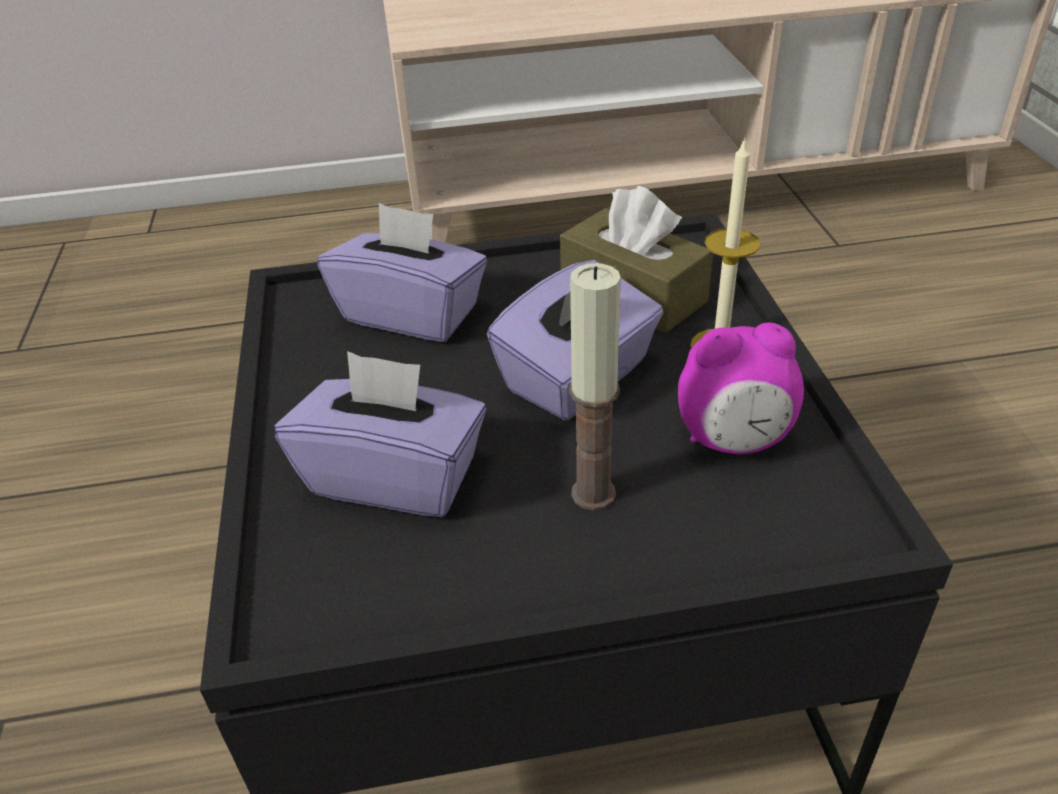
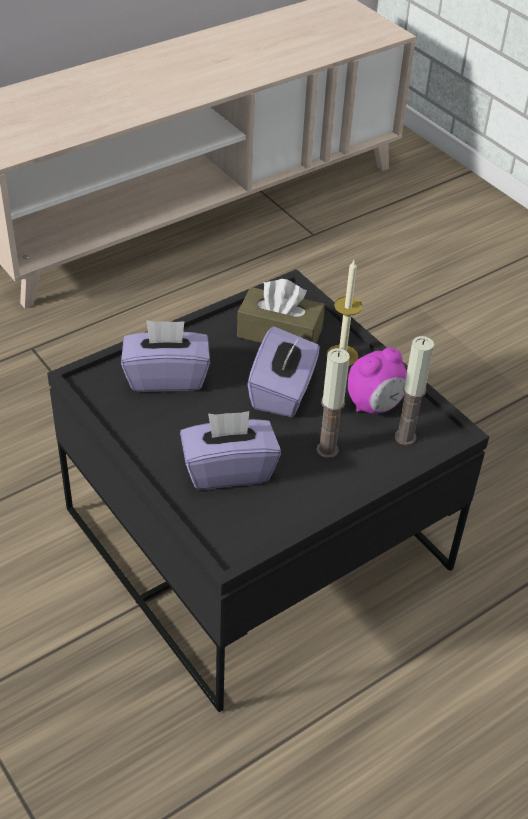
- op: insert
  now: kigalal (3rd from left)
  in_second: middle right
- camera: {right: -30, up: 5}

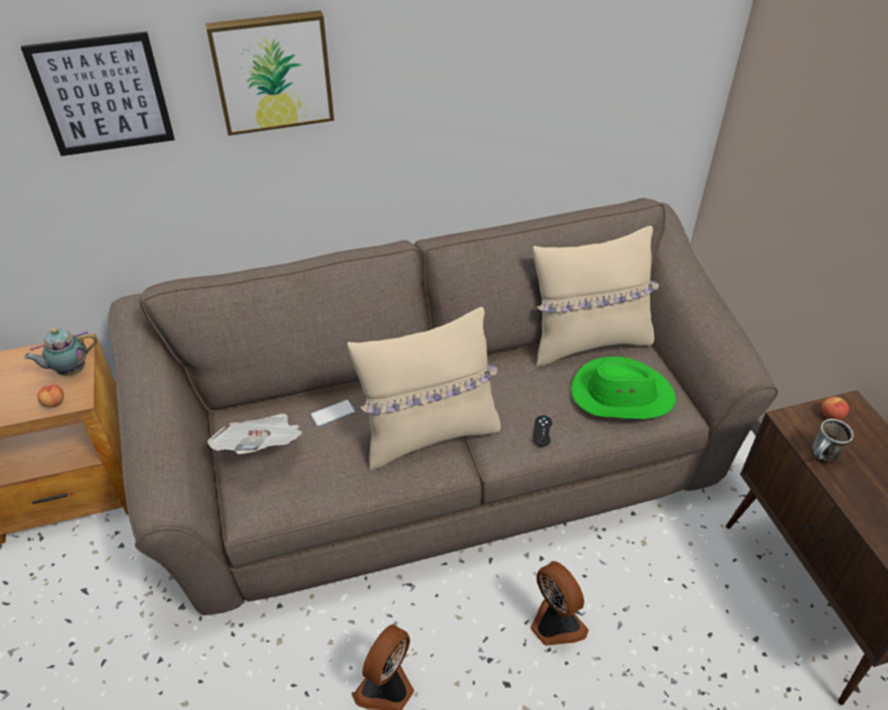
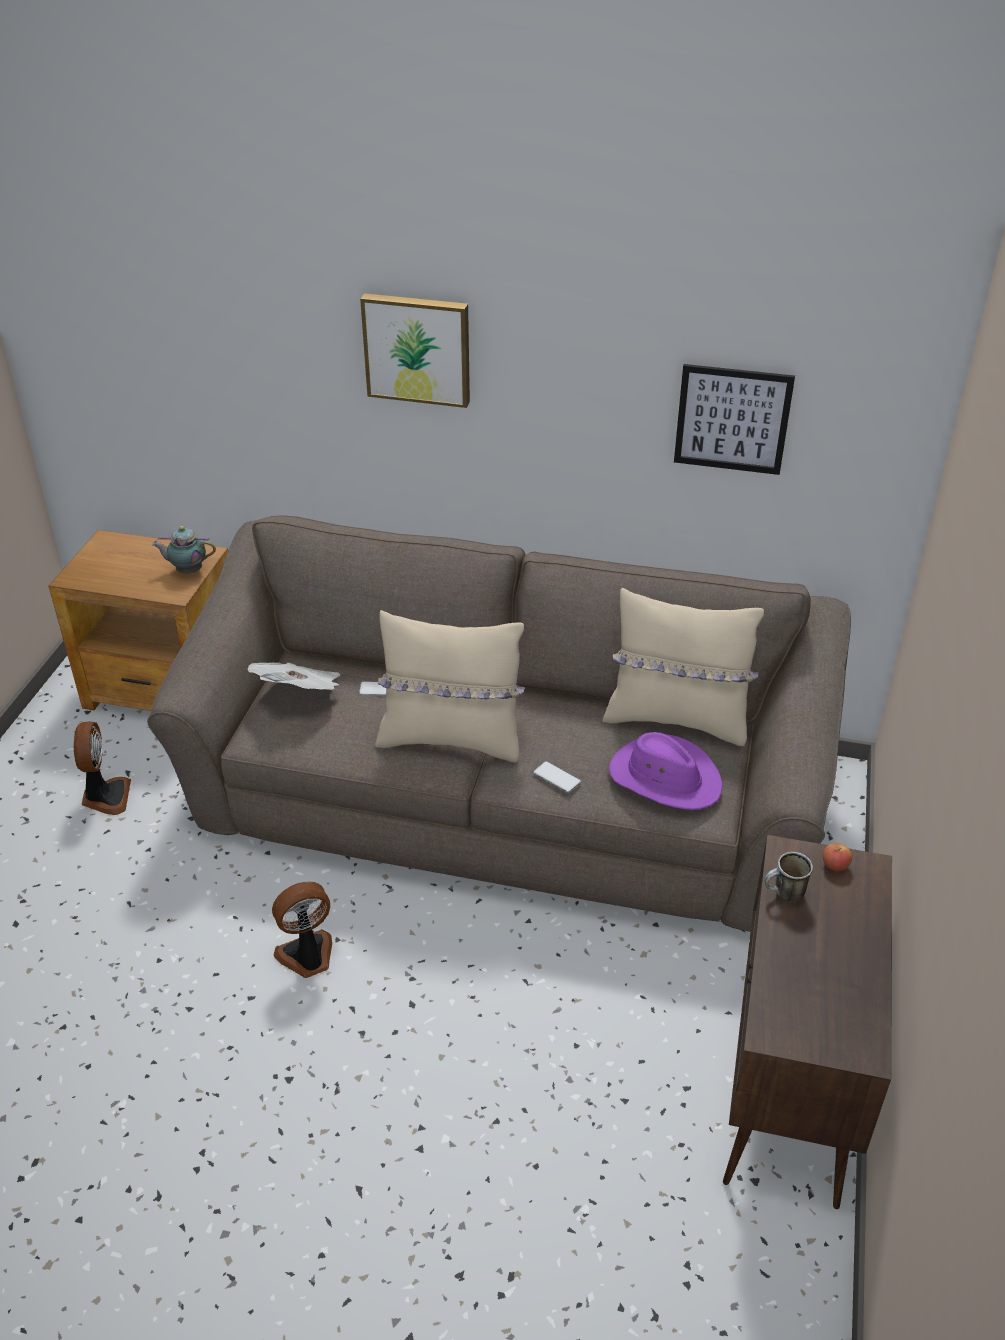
- op: delete
  was: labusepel (1st from left)
  in_first: middle left
- op: move
  was: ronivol (1st from left in the first image)
  now: ronivol (2nd from left)
  in_first: top left
  in_second: top right
- op: move
  was: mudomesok (2nd from left in the first image)
  now: mudomesok (1st from left)
  in_first: bottom centre
  in_second: middle left
- op: replace
  was: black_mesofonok
  now: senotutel (2nd from left)
  in_first: centre
  in_second: centre
- op: recolor
  was: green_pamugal
  now: purple_pamugal
  in_first: middle right
  in_second: centre
- camera: {right: 30, up: -5}

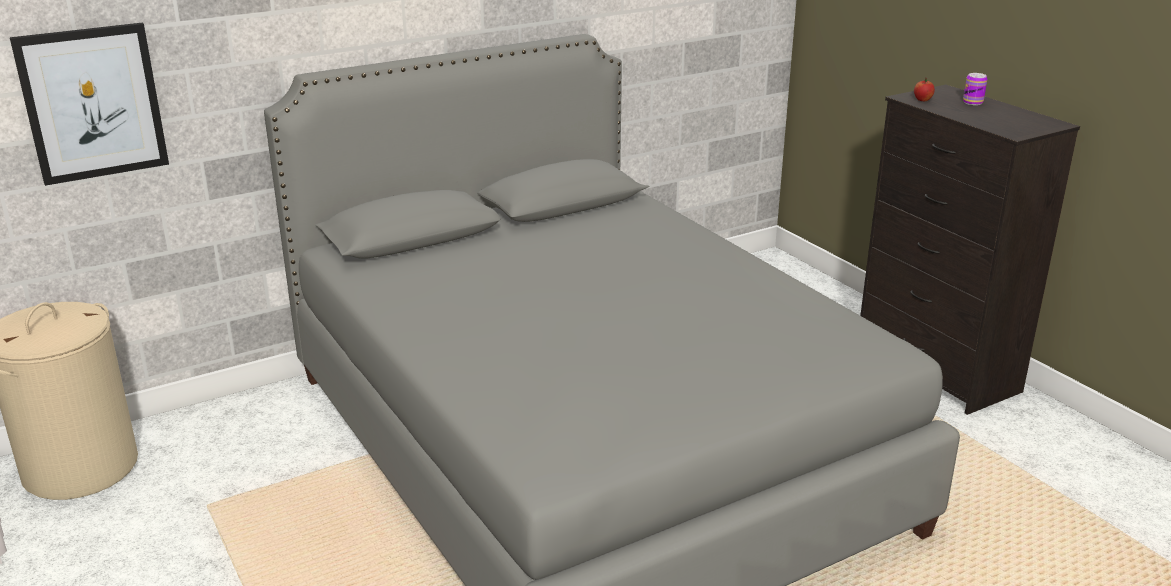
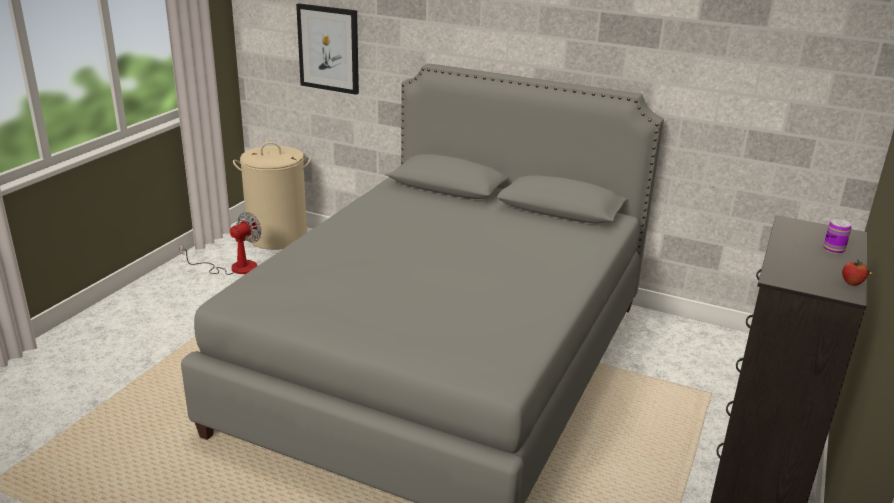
- op: insert
  now: mudomesok
  in_second: middle left
- op: move
  was: labusepel
  in_first: top right
  in_second: middle right
- camera: {right: 55, up: 0}

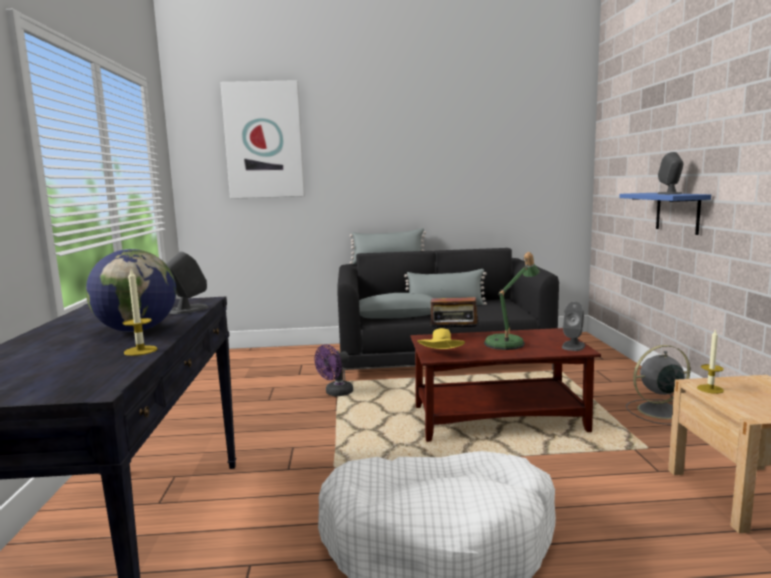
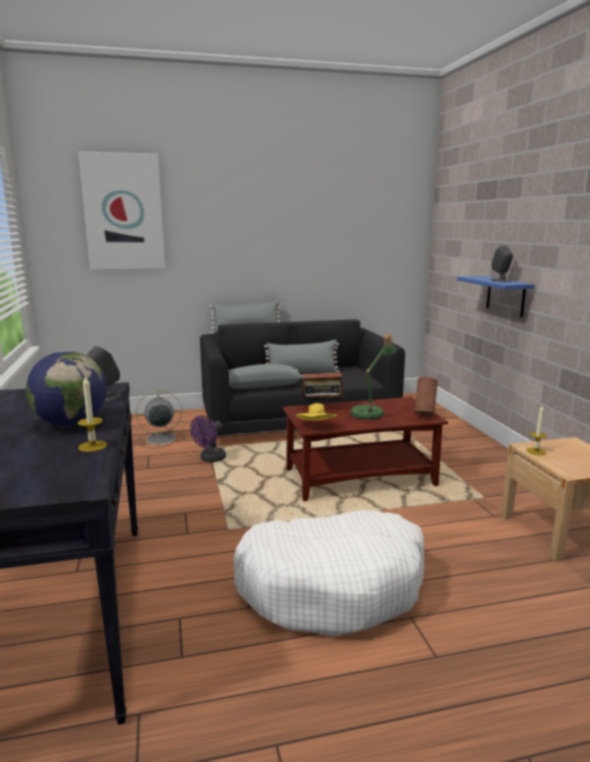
- op: move
  was: grey_mudomesok
  in_first: middle right
  in_second: middle left
- op: replace
  was: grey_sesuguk (2nd from left)
  now: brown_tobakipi
  in_first: middle right
  in_second: middle right
- camera: {right: -10, up: 5}

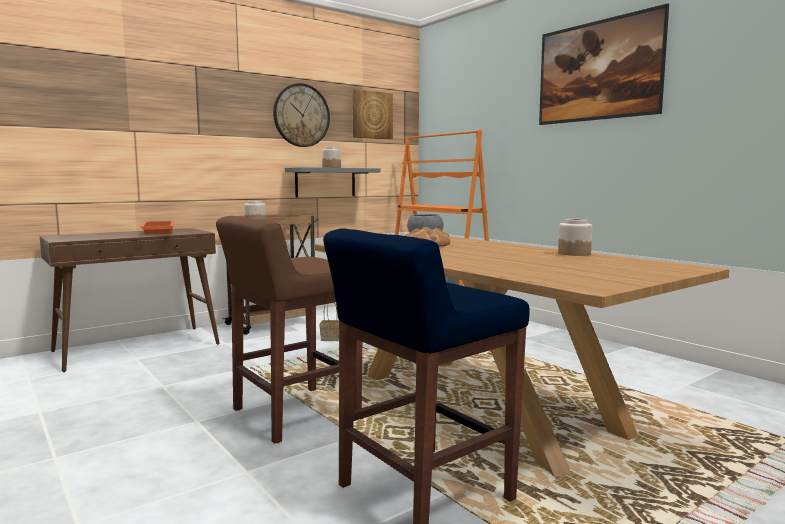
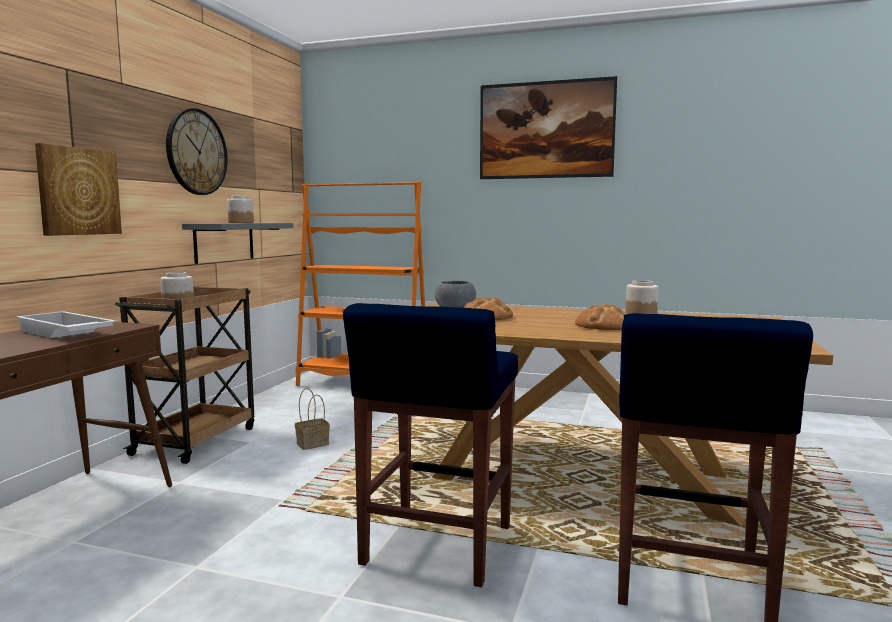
- op: insert
  now: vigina (2nd from left)
  in_second: middle right
- op: move
  was: ronivol (1st from left)
  in_first: top centre
  in_second: top left
- op: recolor
  was: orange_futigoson
  now: white_futigoson
  in_first: middle left
  in_second: middle left
- op: recolor
  was: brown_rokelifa
  now: blue_rokelifa (1st from left)
  in_first: centre
  in_second: bottom centre
- camera: {right: -35, up: 0}

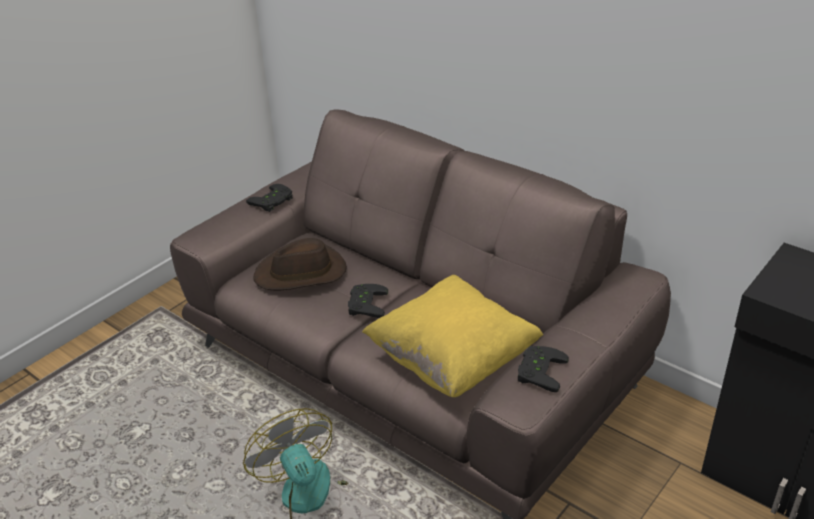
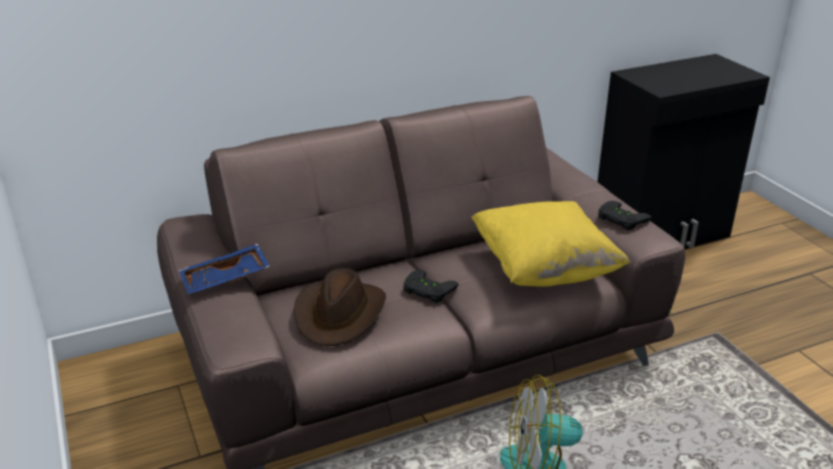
- op: replace
  was: black_mesofonok (1st from left)
  now: blue_futigoson
  in_first: middle left
  in_second: middle left
- camera: {right: -65, up: -5}

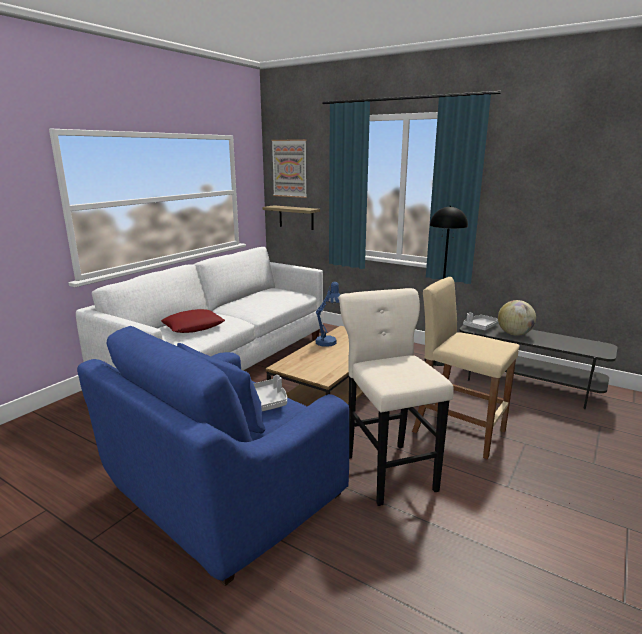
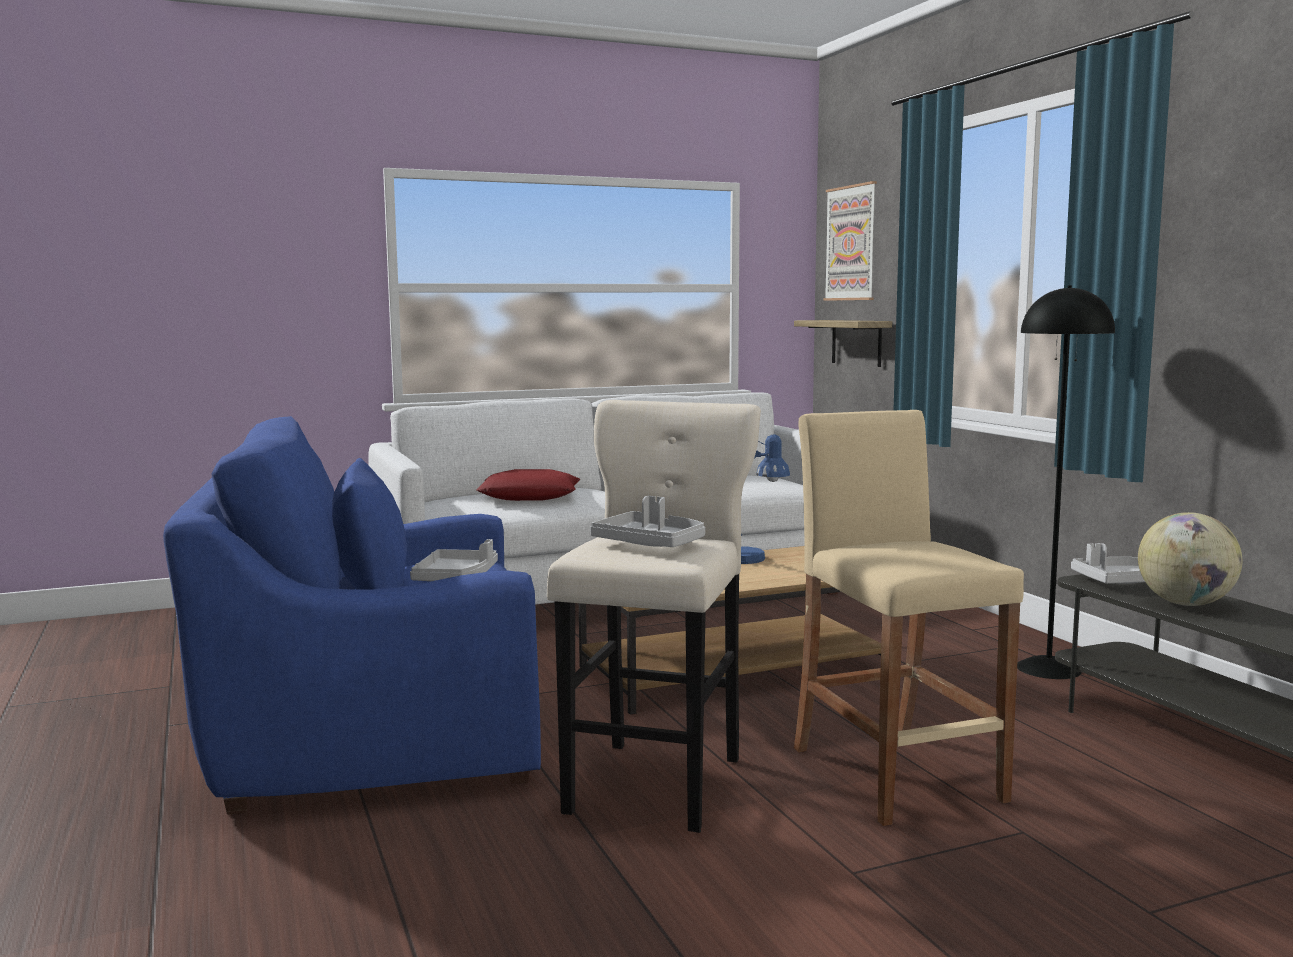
- op: insert
  now: grey_futigoson (2nd from left)
  in_second: centre
- camera: {right: 35, up: -10}

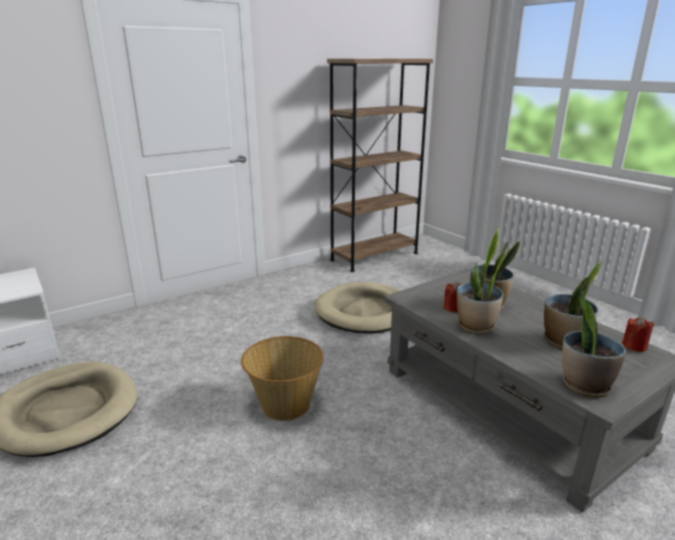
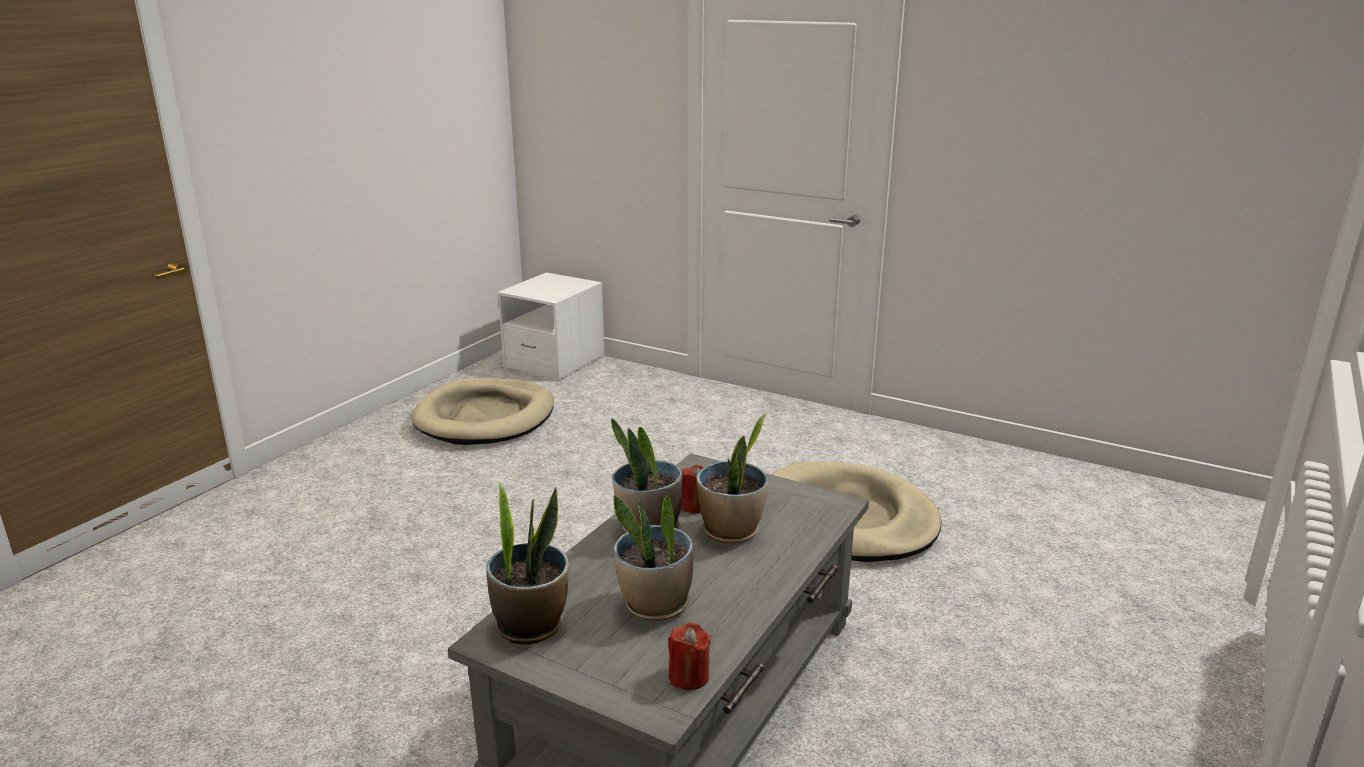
- op: delete
  was: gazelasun
  in_first: bottom centre
- op: delete
  was: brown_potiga
  in_first: top centre
- camera: {right: 65, up: 0}

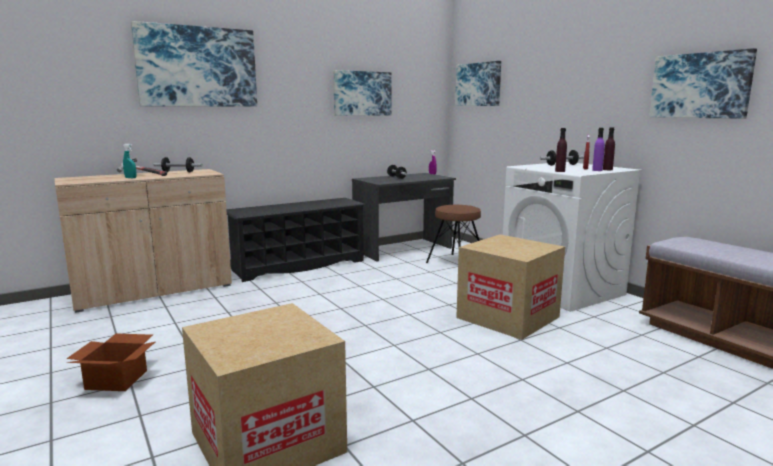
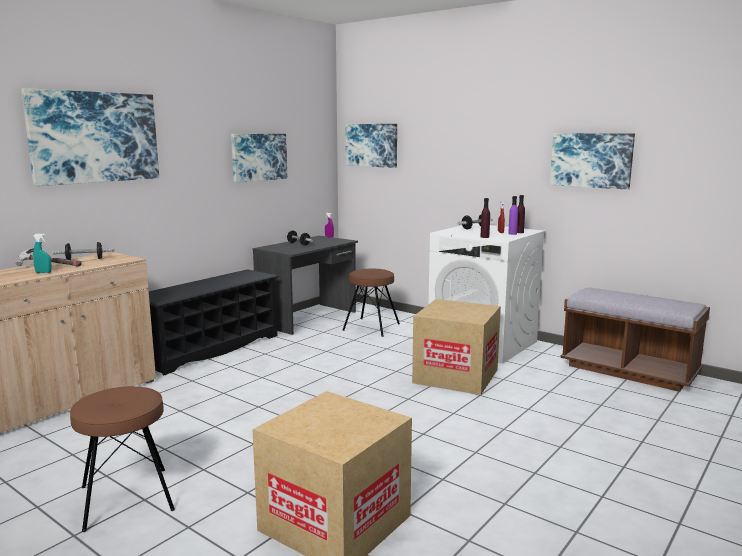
- op: replace
  was: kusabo (1st from left)
  now: brown_rokelifa (1st from left)
  in_first: bottom left
  in_second: bottom left
- camera: {right: -20, up: 0}

